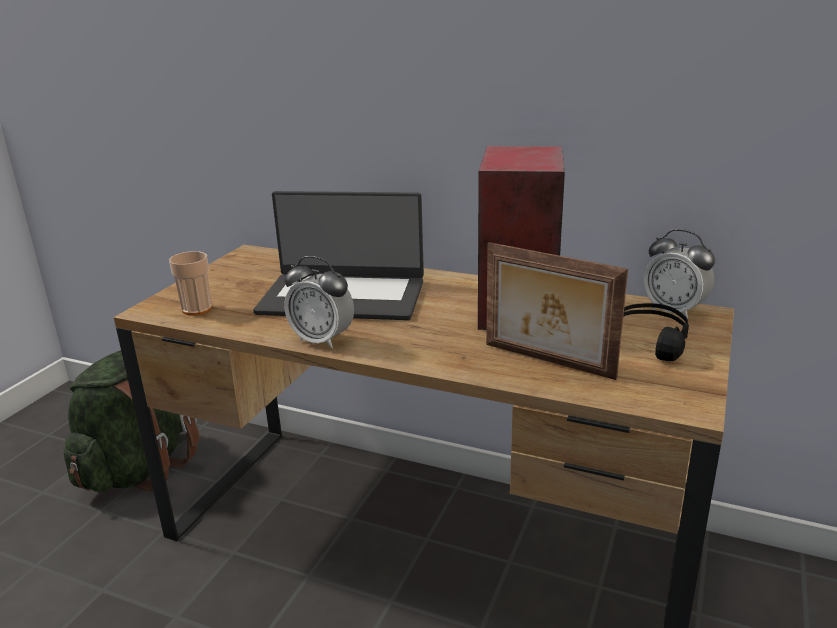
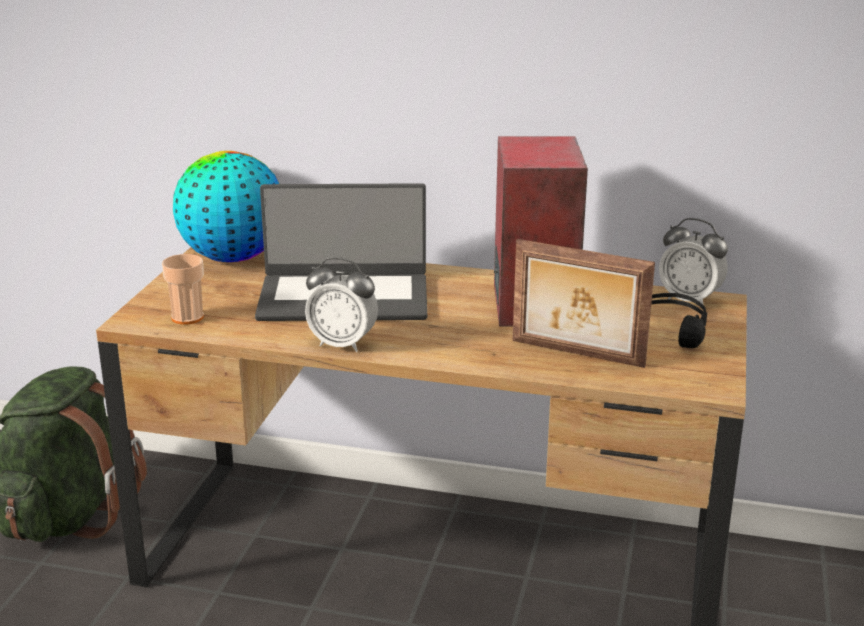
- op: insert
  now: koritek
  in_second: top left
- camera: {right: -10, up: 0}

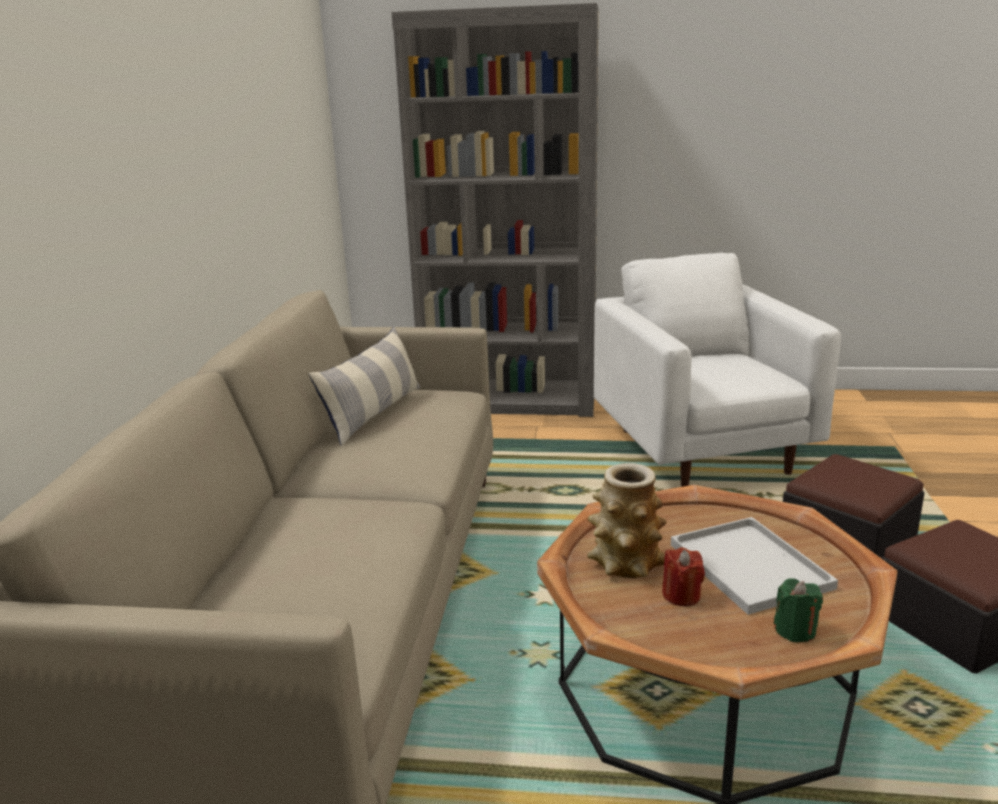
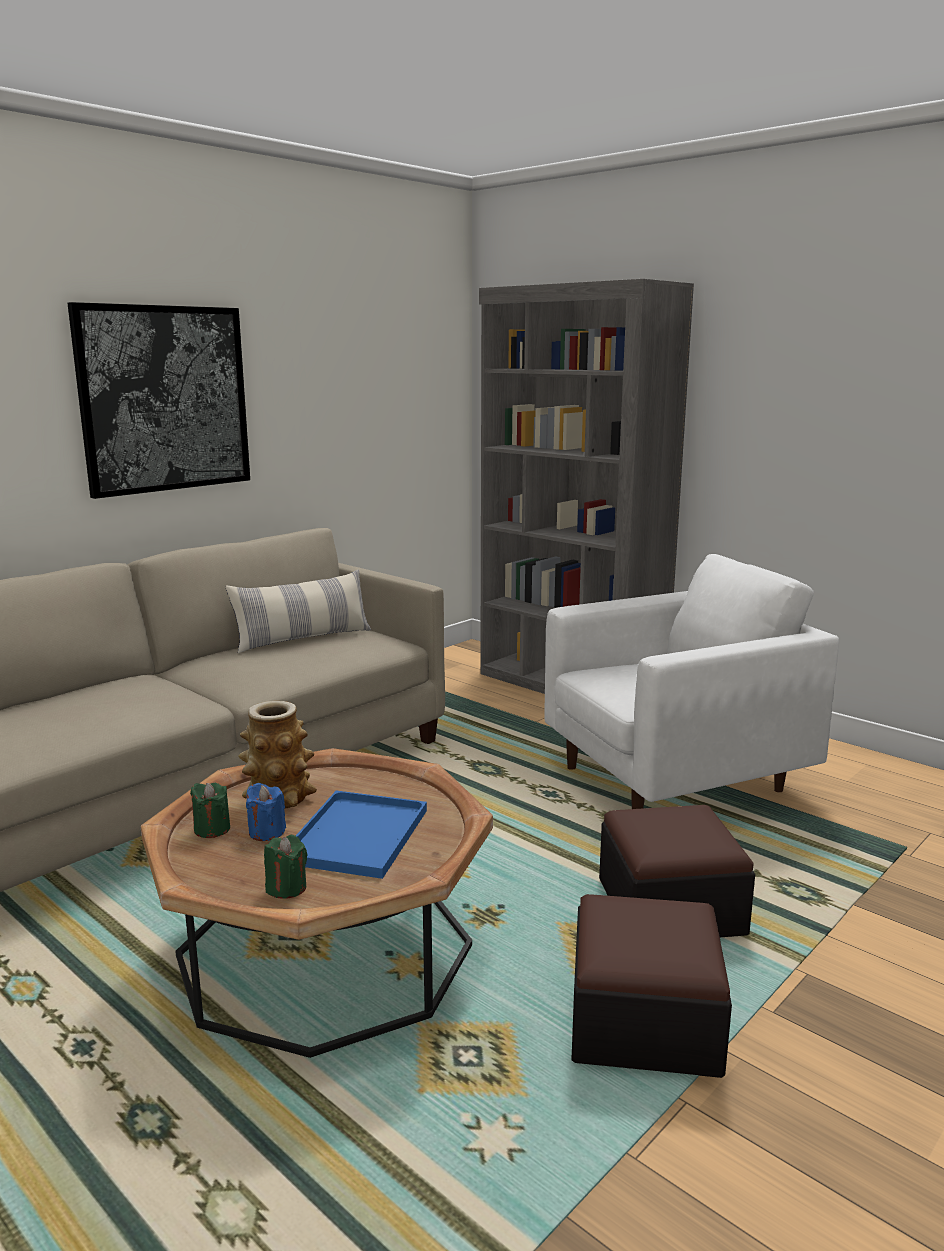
- op: insert
  now: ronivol
  in_second: top left
- op: insert
  now: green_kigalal (1st from left)
  in_second: middle left
- op: recolor
  was: red_kigalal
  now: blue_kigalal
  in_first: bottom right
  in_second: middle left
- op: recolor
  was: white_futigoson
  now: blue_futigoson
  in_first: bottom right
  in_second: bottom centre
- op: rotate
  was: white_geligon
  in_first: middle right
  in_second: middle right
  clockwise: 45
- camera: {right: 35, up: -5}

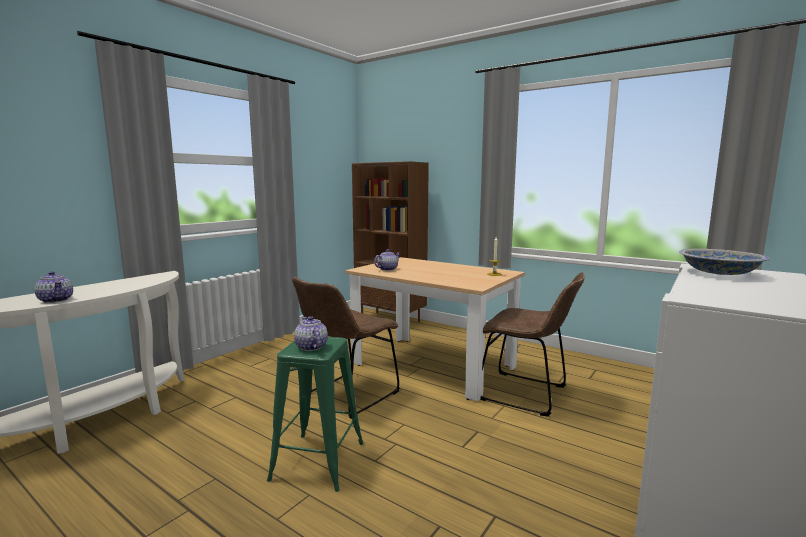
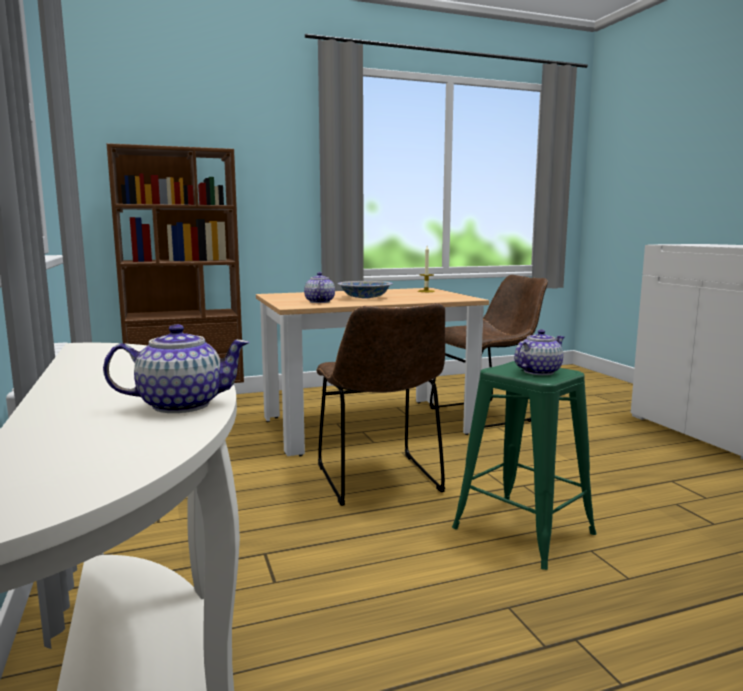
- op: move
  was: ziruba
  in_first: middle right
  in_second: centre
- op: rotate
  was: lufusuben (2nd from left in the first image)
  in_first: centre
  in_second: middle right
  clockwise: 135
- camera: {right: -55, up: 0}

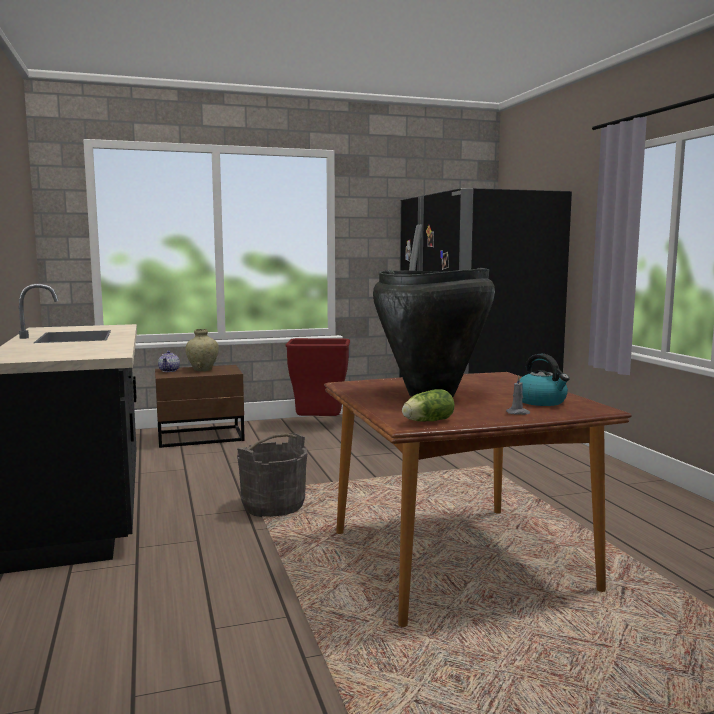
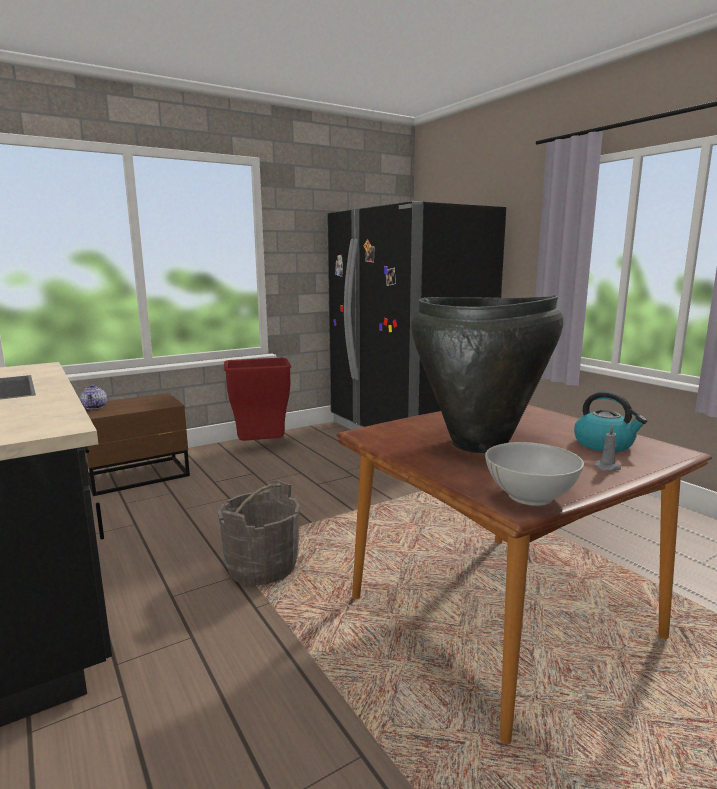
- op: delete
  was: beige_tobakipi
  in_first: middle left
- op: replace
  was: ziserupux
  now: white_ziruba
  in_first: centre
  in_second: middle right
- camera: {right: -15, up: 5}

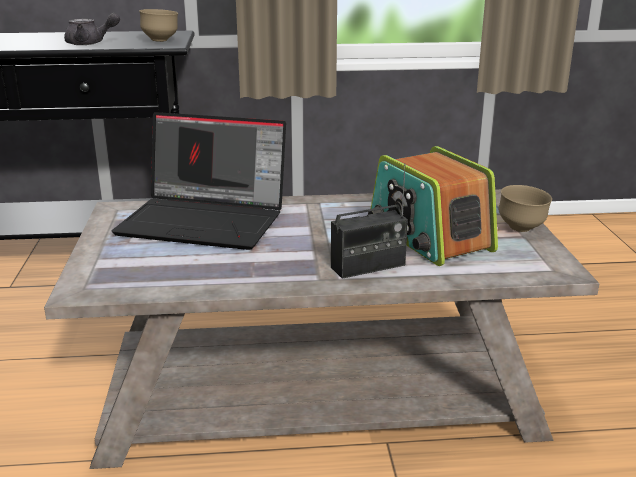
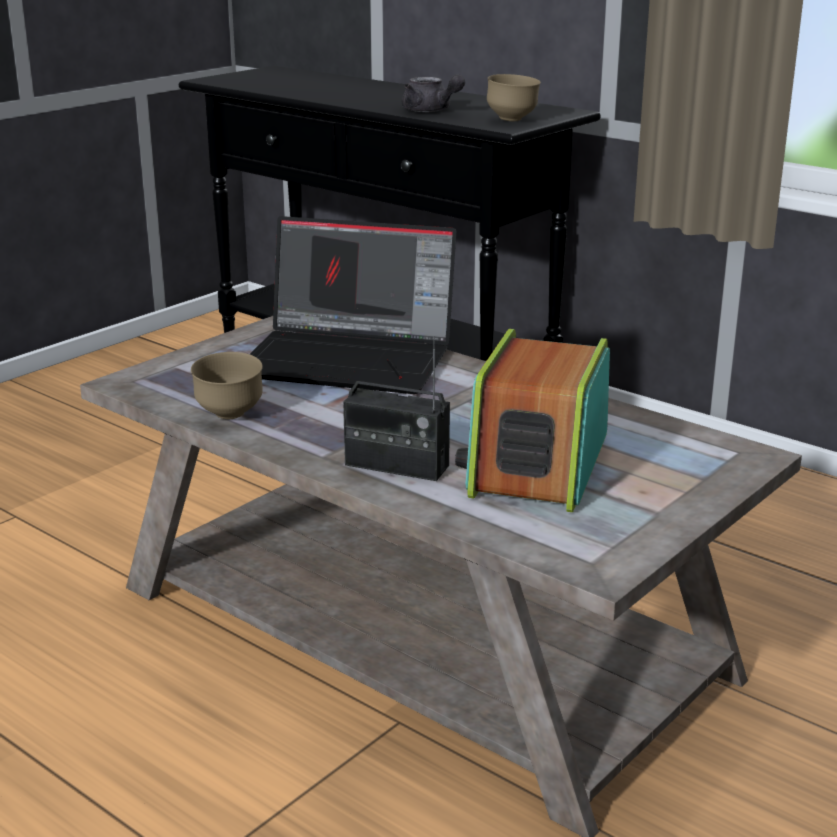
- op: move
  was: brown_ziruba (2nd from left in the first image)
  now: brown_ziruba (1st from left)
  in_first: middle right
  in_second: middle left
- op: rotate
  was: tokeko
  in_first: middle left
  in_second: centre
  clockwise: -45
- camera: {right: 45, up: 0}

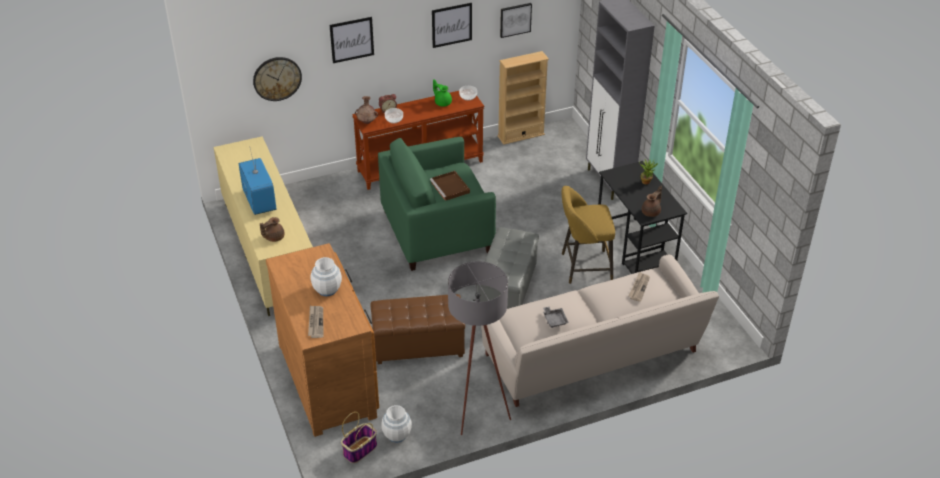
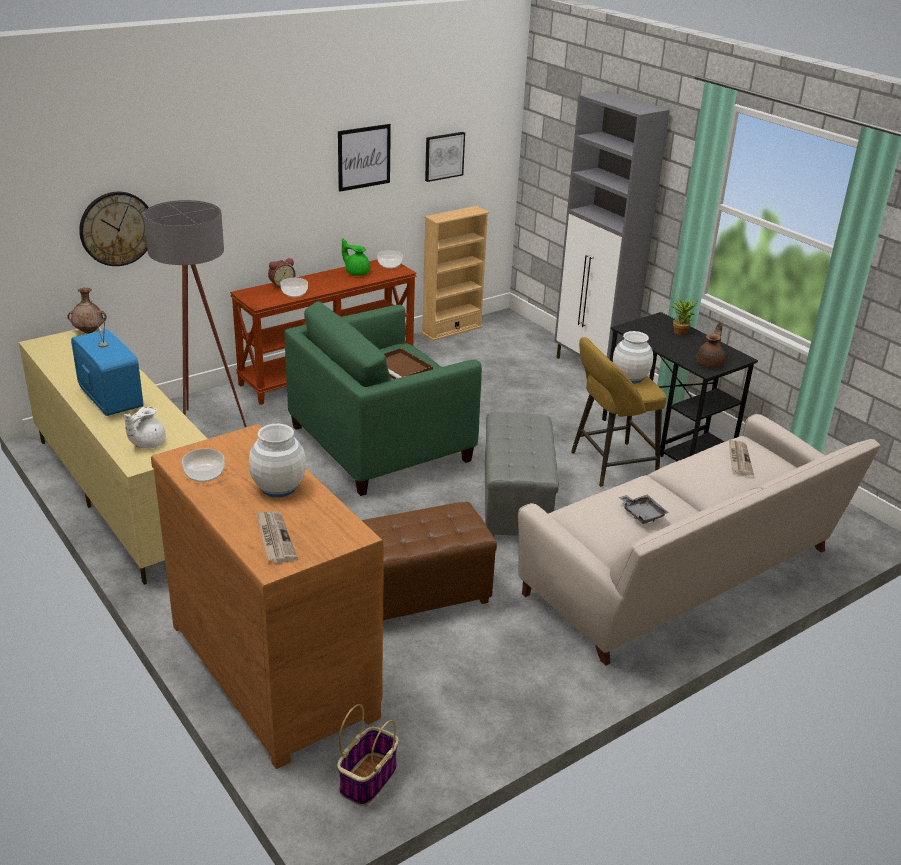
- op: delete
  was: ronivol (1st from left)
  in_first: top centre
- op: insert
  now: ziruba (1st from left)
  in_second: middle left
- op: move
  was: brown_tobakipi
  in_first: top centre
  in_second: middle left
- op: move
  was: white_tobakipi (2nd from left)
  in_first: bottom centre
  in_second: middle right
- op: move
  was: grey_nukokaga
  in_first: bottom centre
  in_second: middle left
- op: recolor
  was: brown_lufusuben (1st from left)
  now: white_lufusuben
  in_first: middle left
  in_second: middle left
- camera: {right: -15, up: -10}

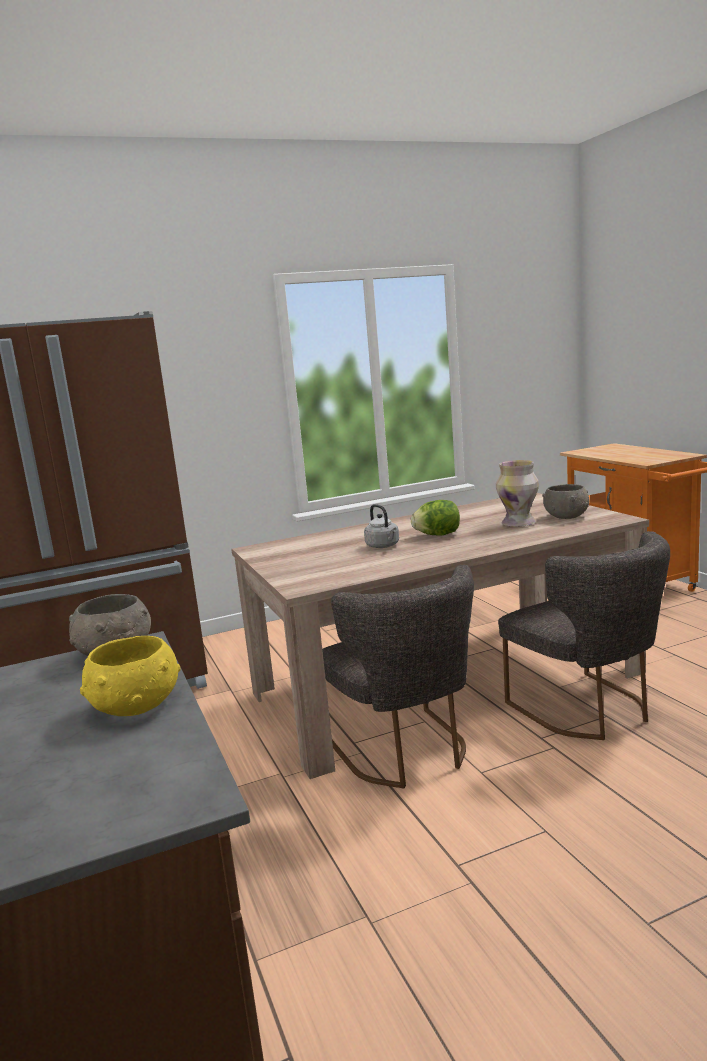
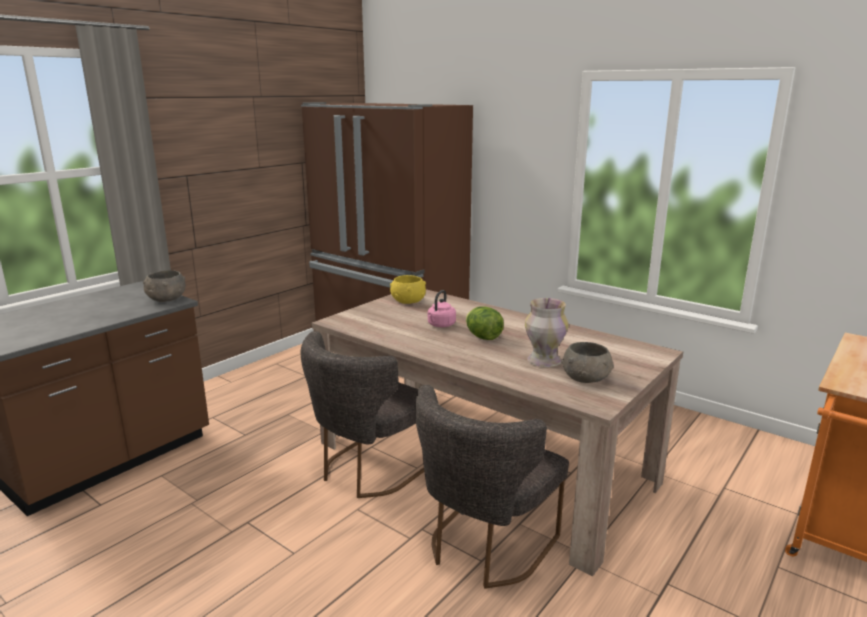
- op: move
  was: yellow_ziruba
  in_first: middle left
  in_second: centre
- op: recolor
  was: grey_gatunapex
  now: pink_gatunapex
  in_first: centre
  in_second: centre
- camera: {right: 60, up: 5}

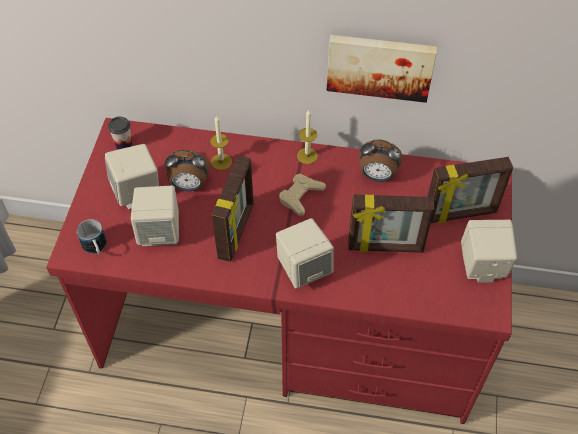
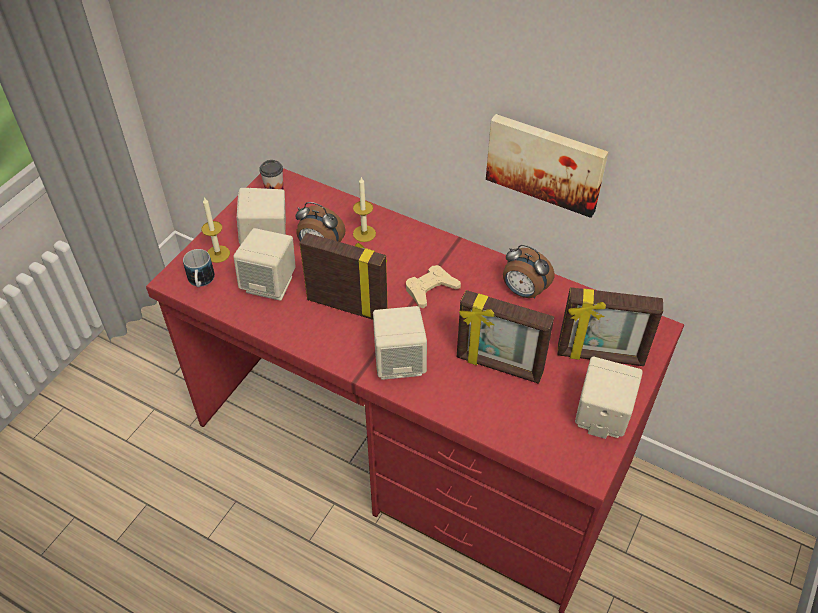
- op: move
  was: kigalal (2nd from left in the first image)
  now: kigalal (1st from left)
  in_first: top centre
  in_second: middle left
- op: rotate
  was: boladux (1st from left)
  in_first: centre
  in_second: centre
  clockwise: -105
- camera: {right: 20, up: -5}

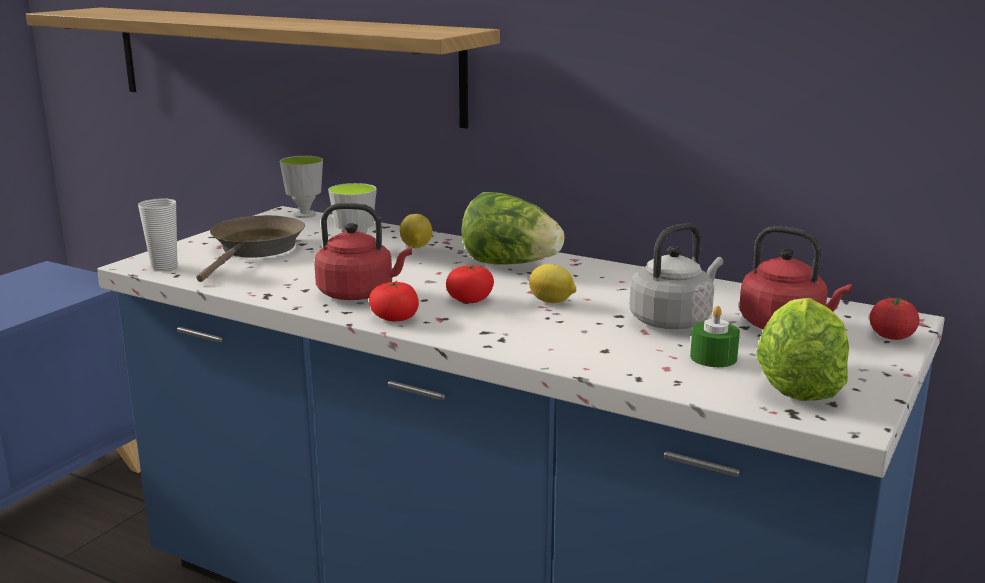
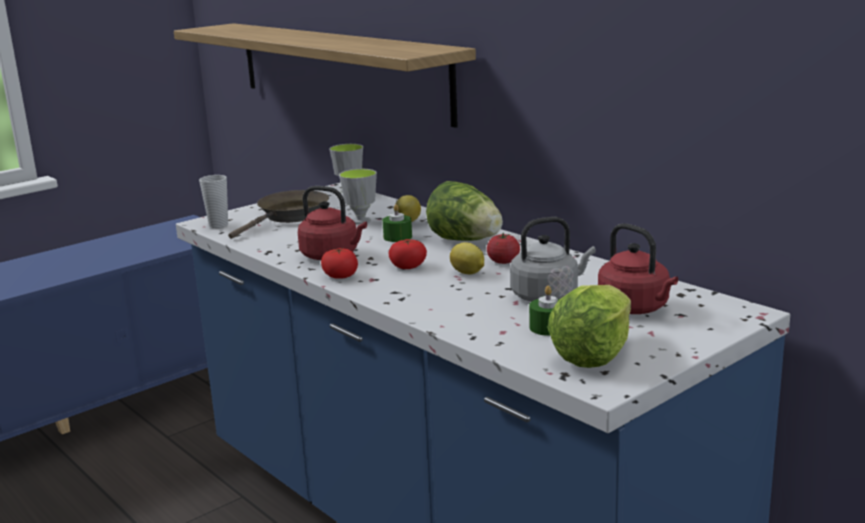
- op: insert
  now: green_kigalal (1st from left)
  in_second: centre
- op: move
  was: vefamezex (3rd from left)
  in_first: middle right
  in_second: centre
- camera: {right: 20, up: 0}

